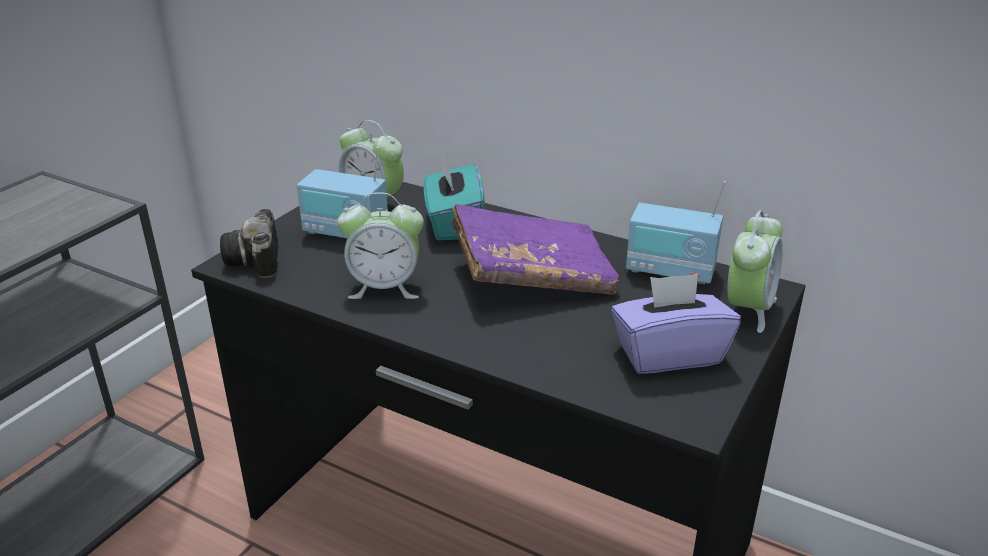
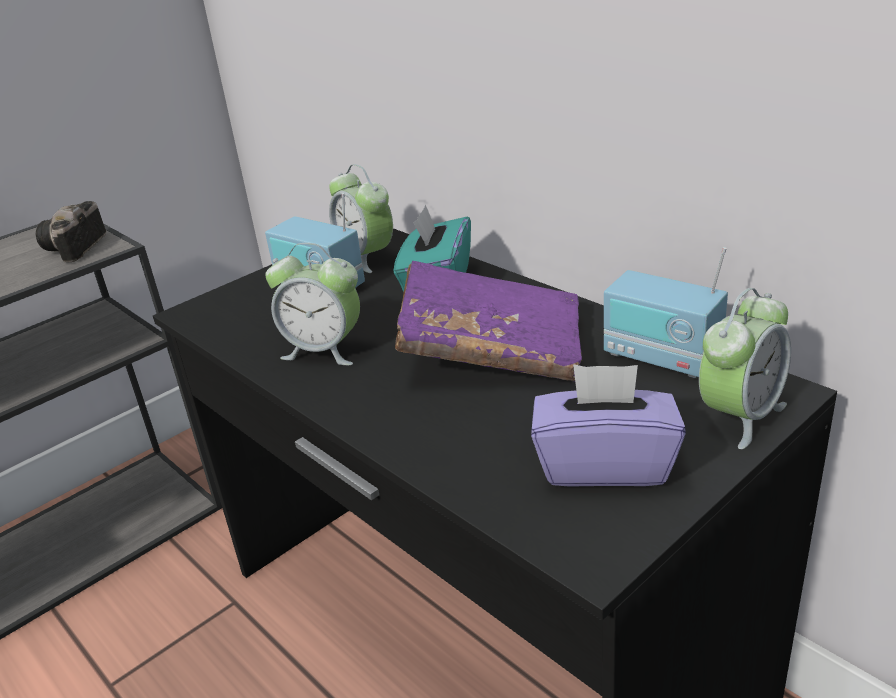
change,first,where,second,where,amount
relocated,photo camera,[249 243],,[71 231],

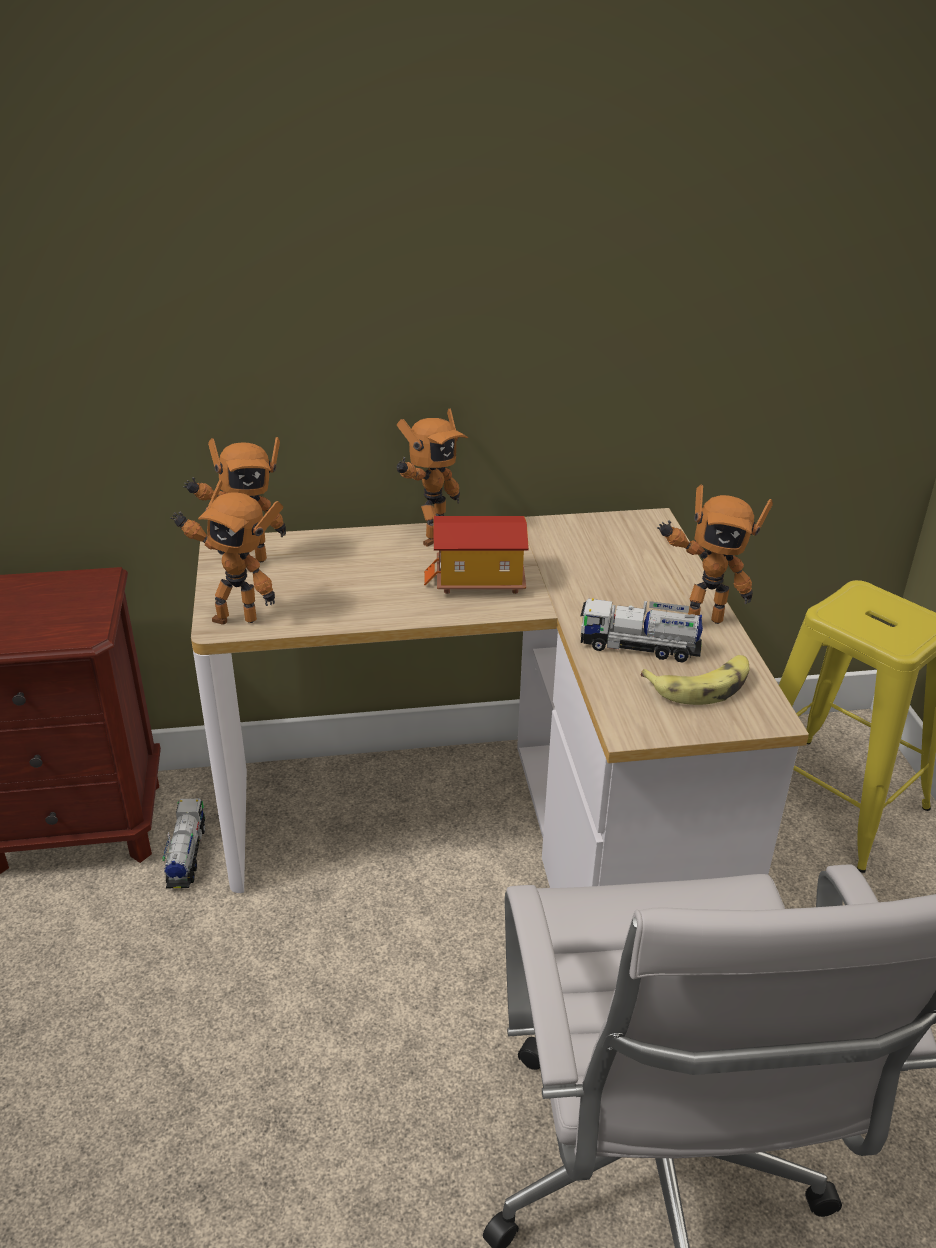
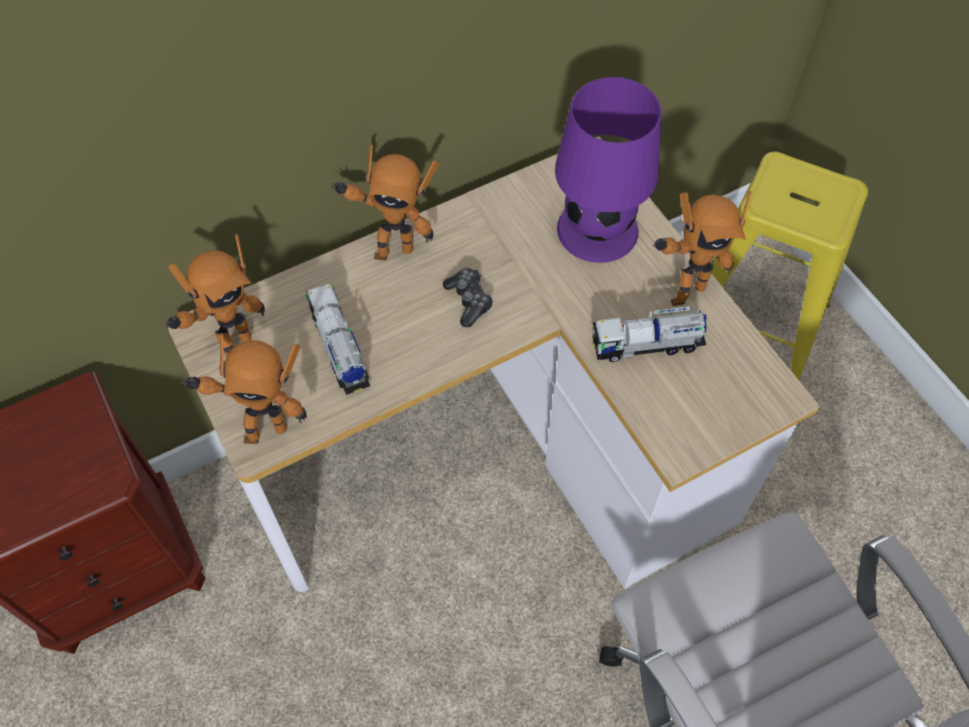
change,first,where,second,where,amount
relocated,toy truck,[184 843],,[337 339],
spun,toy robot,[432 478],,[385 203],75 degrees clockwise
exchanged,toy house,[476 555],game controller,[468 297],
appeared,,,purple table lamp,[608 170],
missing,banana,[695 680],,,

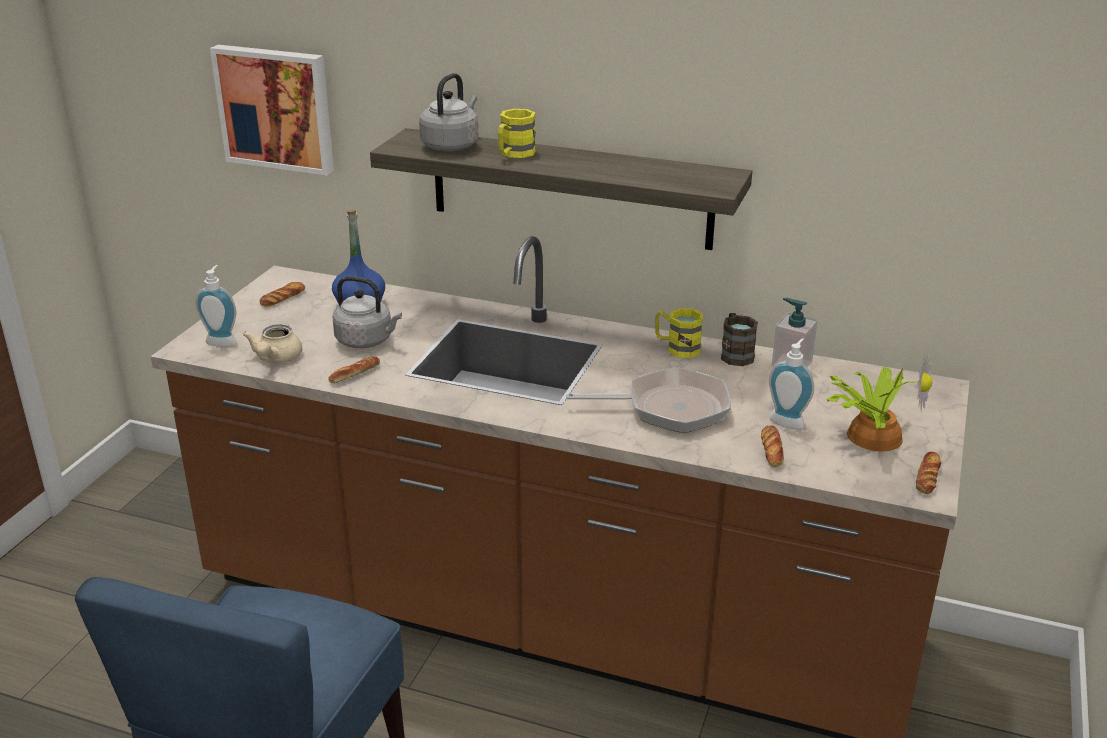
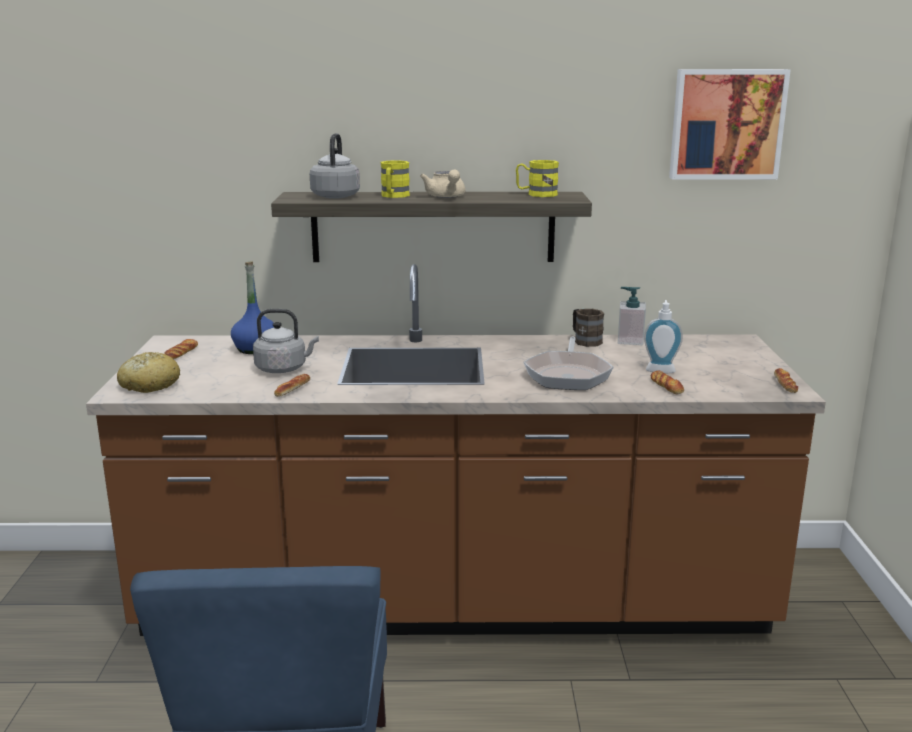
change,first,where,second,where,amount
exchanged,soap dispenser,[216 306],bread,[148 372],
relocated,beige teapot,[272 343],,[443 183],
relocated,yellow mug,[679 333],,[537 178],
spun,frying pan,[648 400],,[568 363],120 degrees clockwise
relocated,picture,[272 110],,[730 124],
missing,potted plant,[879 402],,,

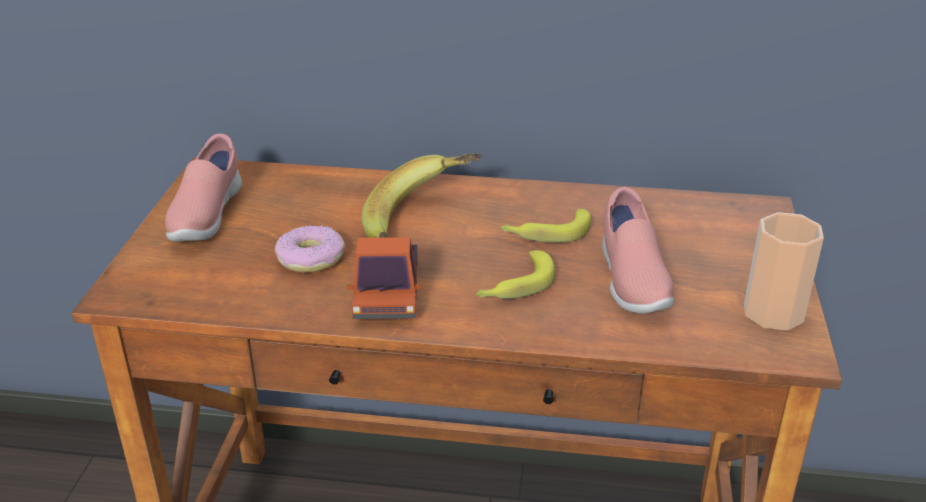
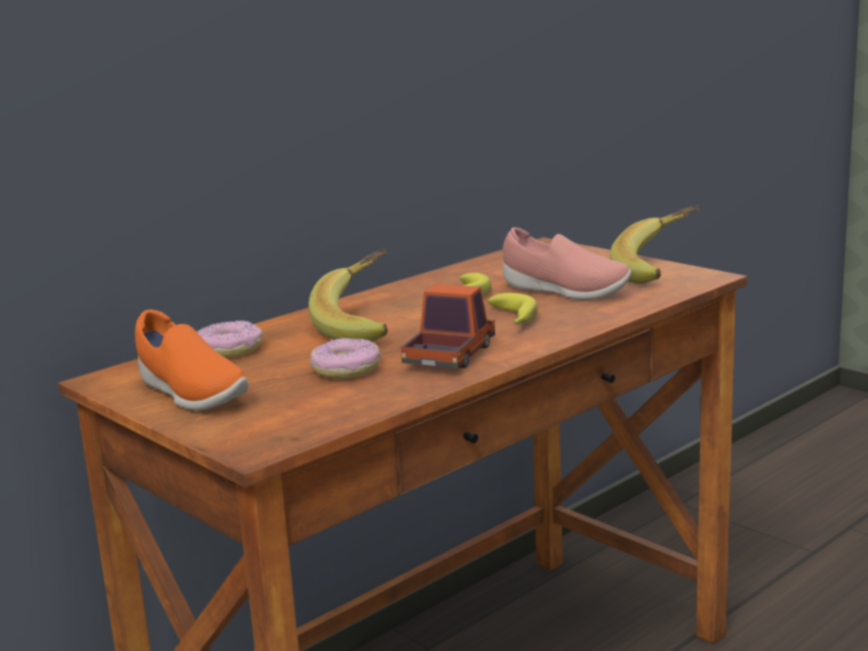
change,first,where,second,where,amount
colour,pink shoe,[203 188],orange shoe,[192 360],
appeared,,,donut,[230 339],
spun,toy truck,[384 278],,[448 326],105 degrees counterclockwise
exchanged,cup,[784 271],banana,[654 244],

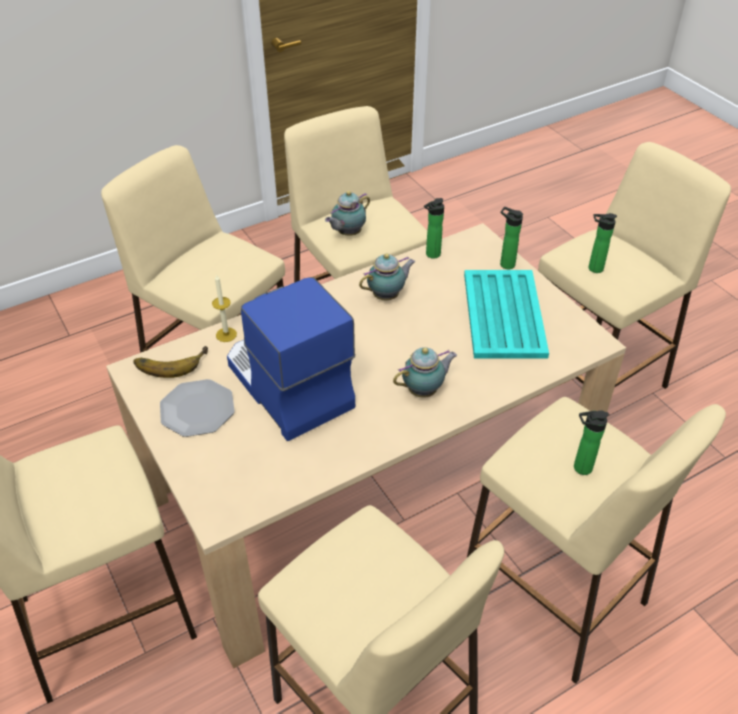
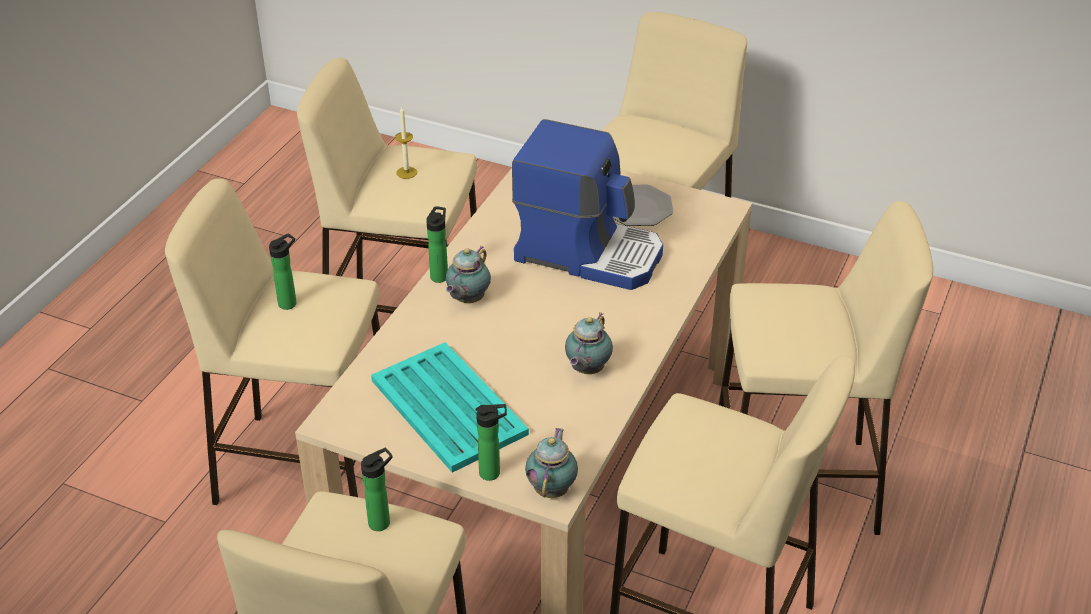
change,first,where,second,where,amount
relocated,candle,[224 308],,[406 142],
relocated,bottle,[434 228],,[437 244],
relocated,teapot,[347 213],,[551 463],
missing,banana,[170 362],,,

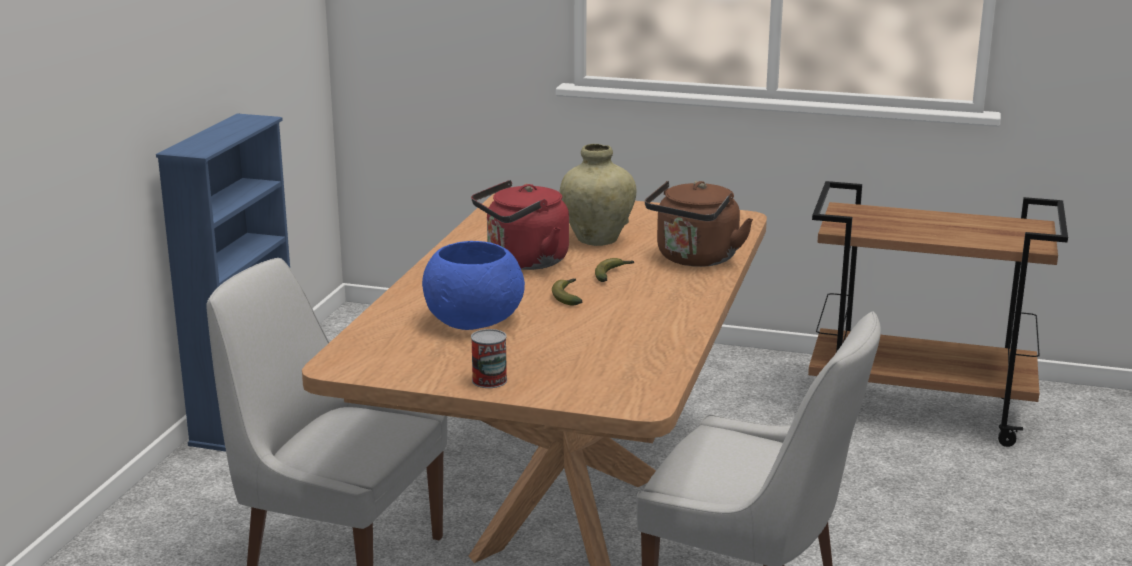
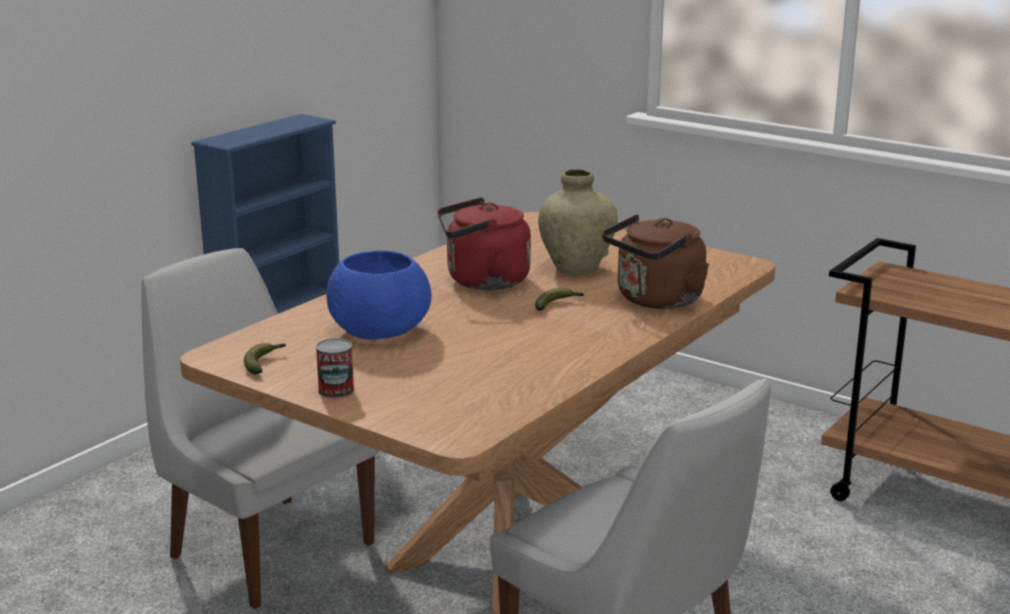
change,first,where,second,where,amount
relocated,banana,[567 292],,[265 358],

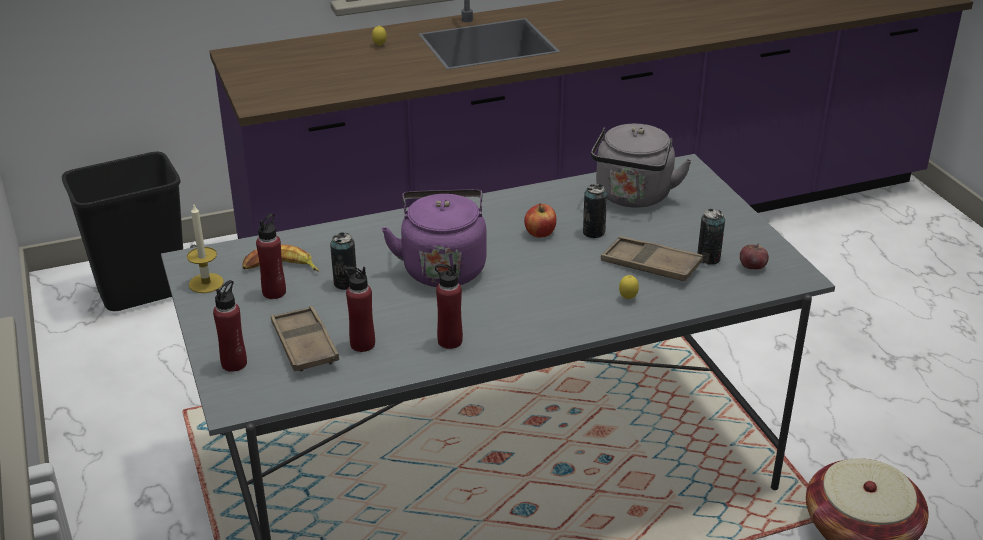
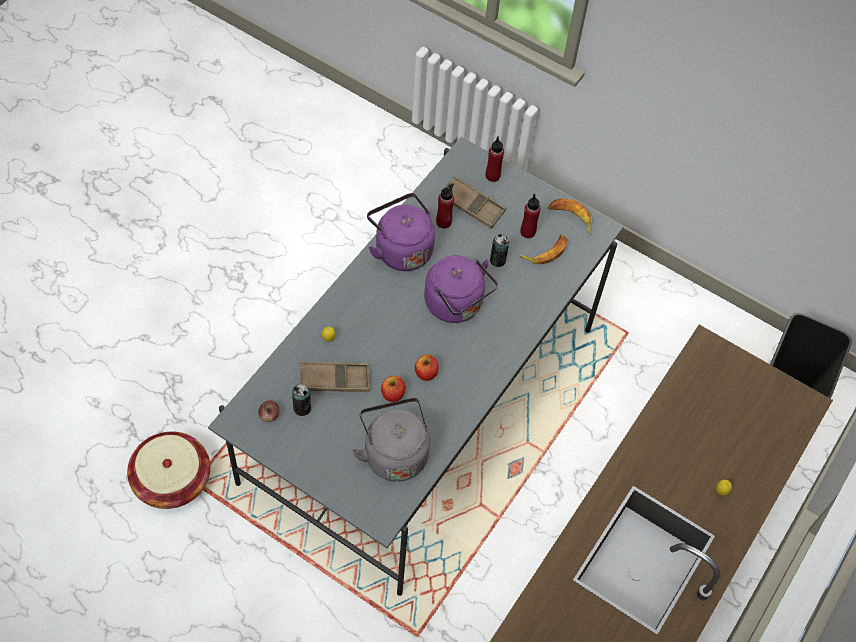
change,first,where,second,where,amount
exchanged,red bottle,[449 306],purple kettle,[401 232],
exchanged,can,[595 211],apple,[393 389],
exchanged,candle,[205 249],banana,[570 216],

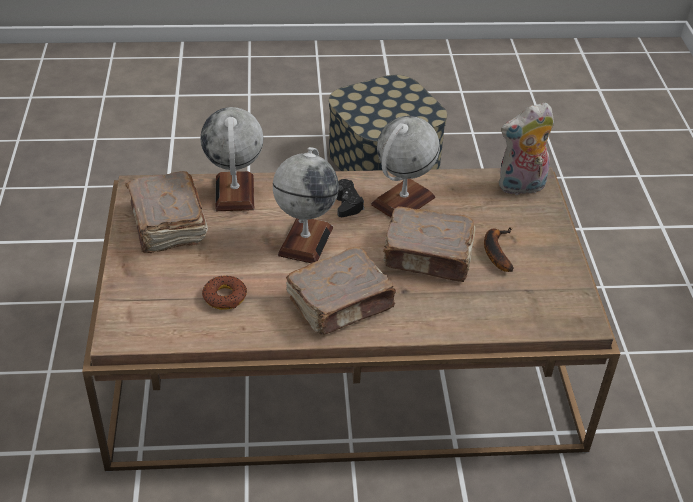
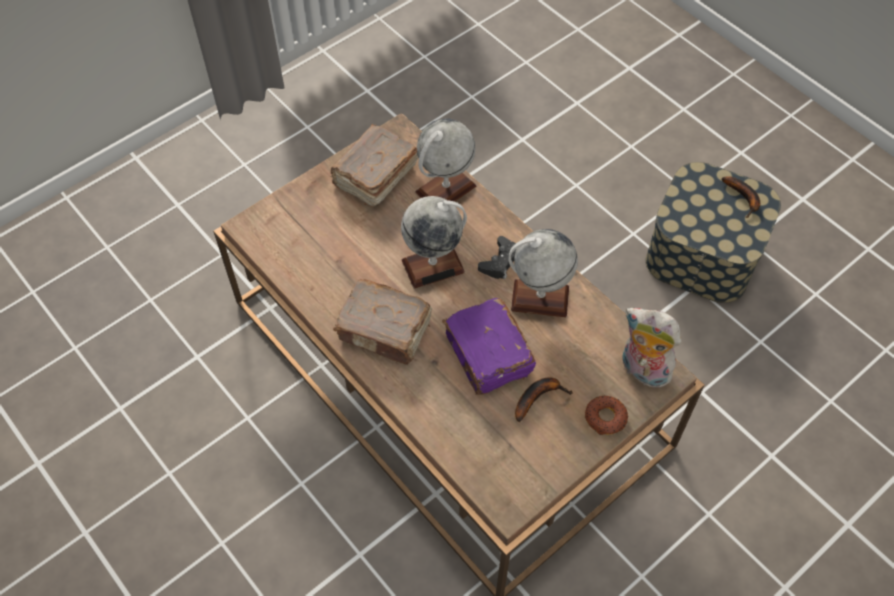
change,first,where,second,where,amount
colour,brown book,[429 244],purple book,[489 346],
relocated,donut,[224 293],,[606 415],
appeared,,,banana,[741 197],

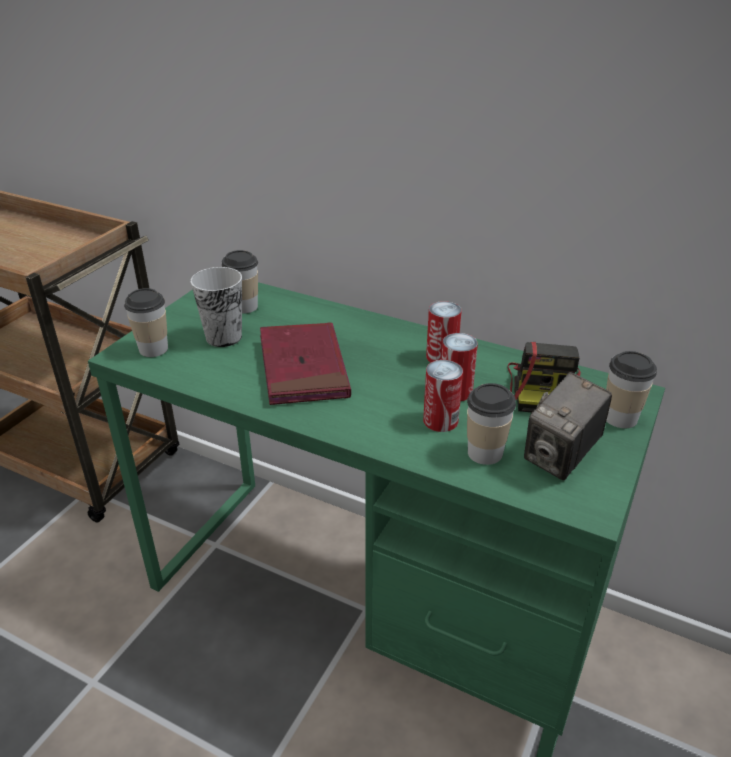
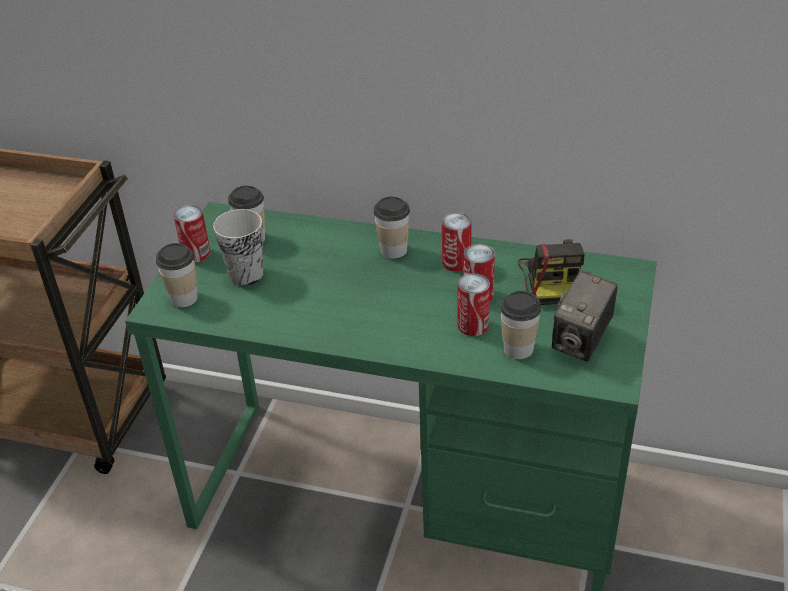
change,first,where,second,where,amount
appeared,,,can,[191 234],
relocated,cup,[631 389],,[392 227],
missing,red book,[305 363],,,

